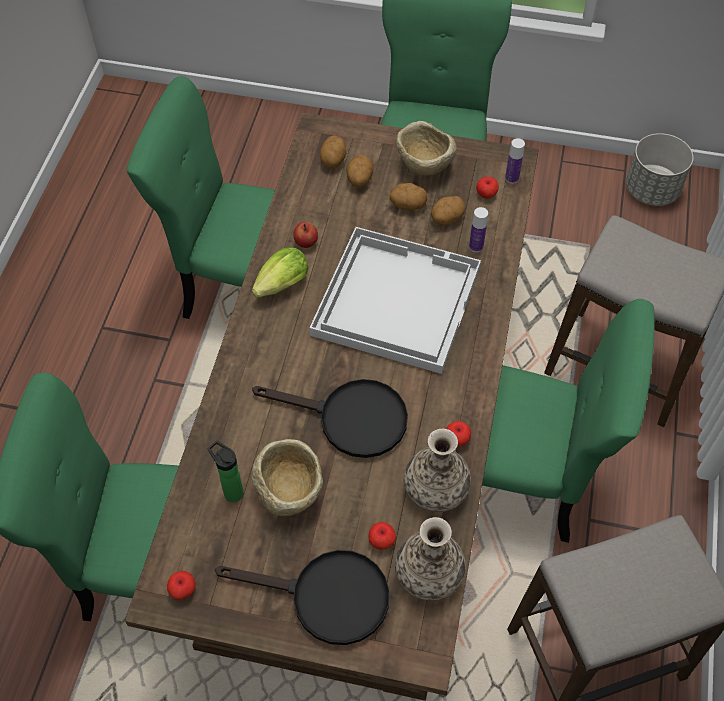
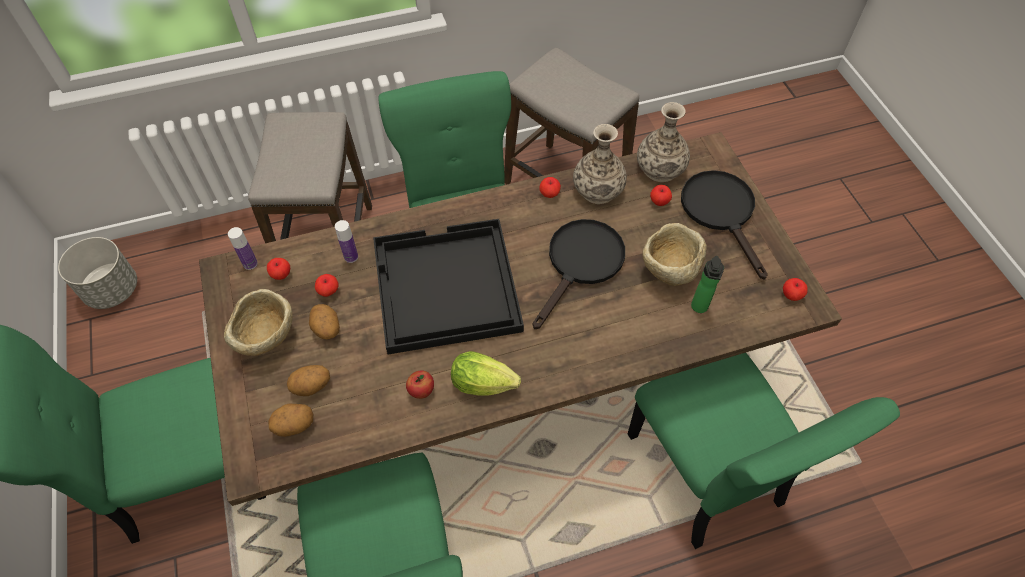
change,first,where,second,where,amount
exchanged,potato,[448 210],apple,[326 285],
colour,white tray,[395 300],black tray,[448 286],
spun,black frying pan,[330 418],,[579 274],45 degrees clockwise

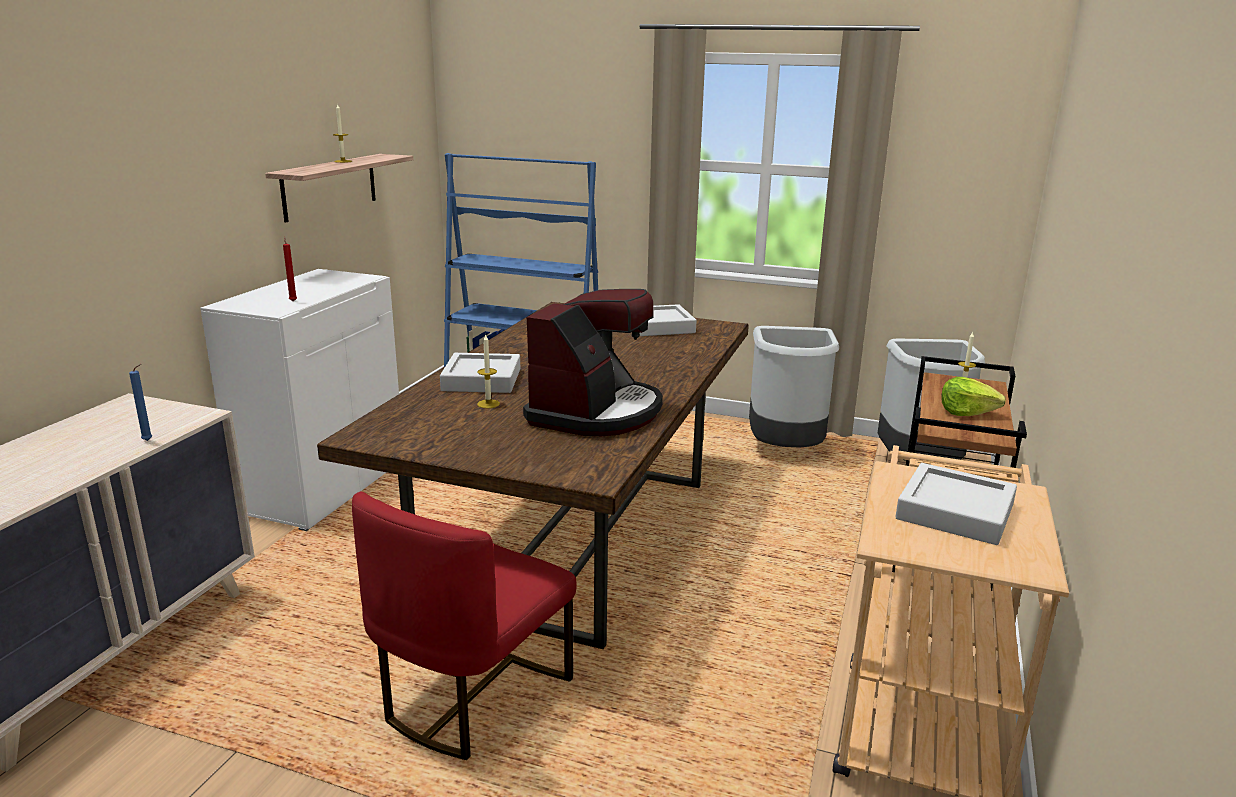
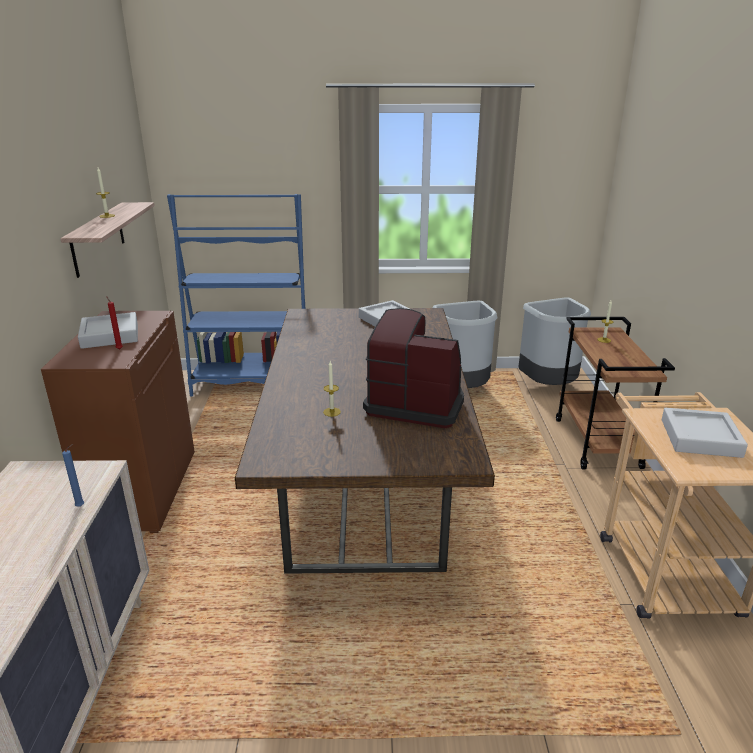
change,first,where,second,where,amount
colour,white cabinet,[299 400],brown cabinet,[118 422],
relocated,grey tray,[480 373],,[108 330],
spun,coffee machine,[593 362],,[413 368],75 degrees counterclockwise
missing,red chair,[464 626],,,
missing,lettuce,[973 396],,,

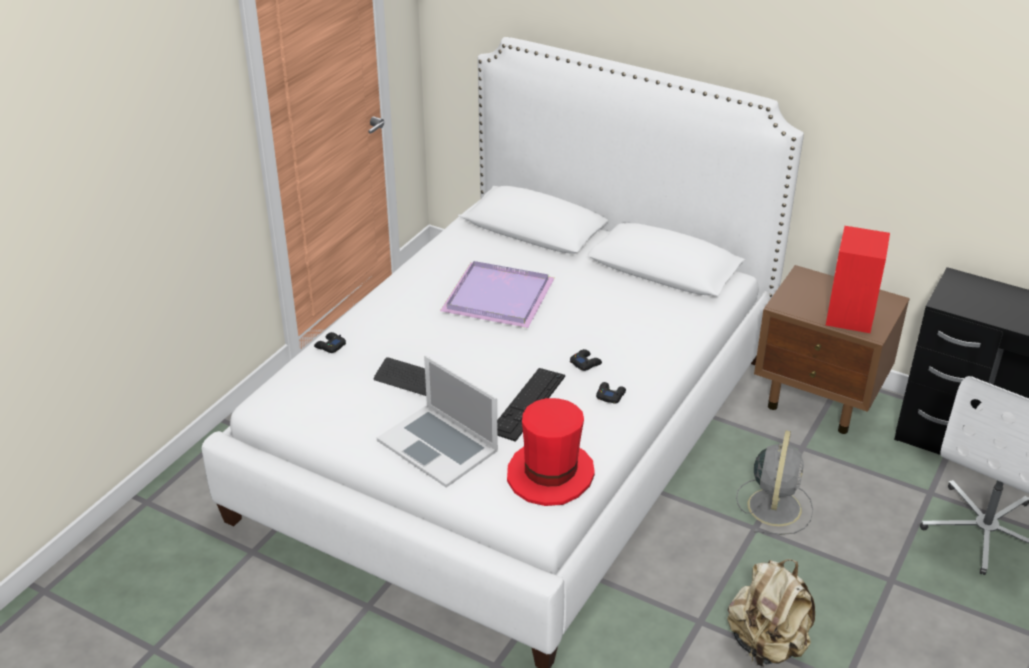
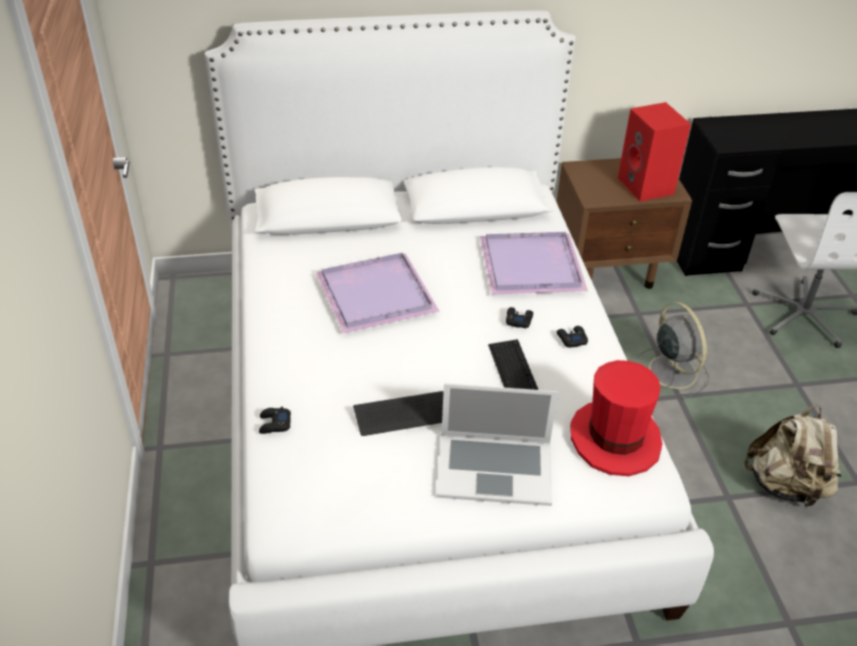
change,first,where,second,where,amount
appeared,,,purple tray,[534 263],

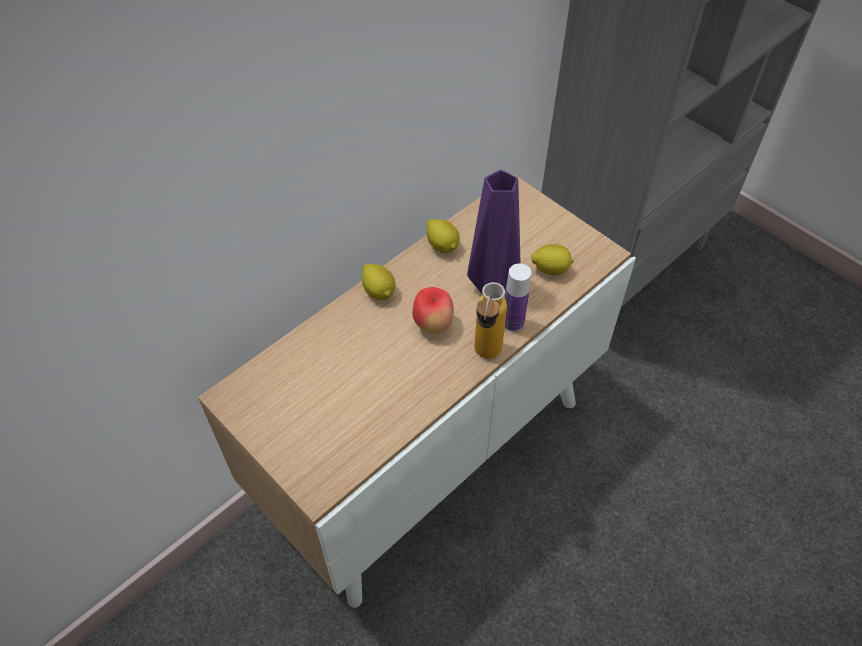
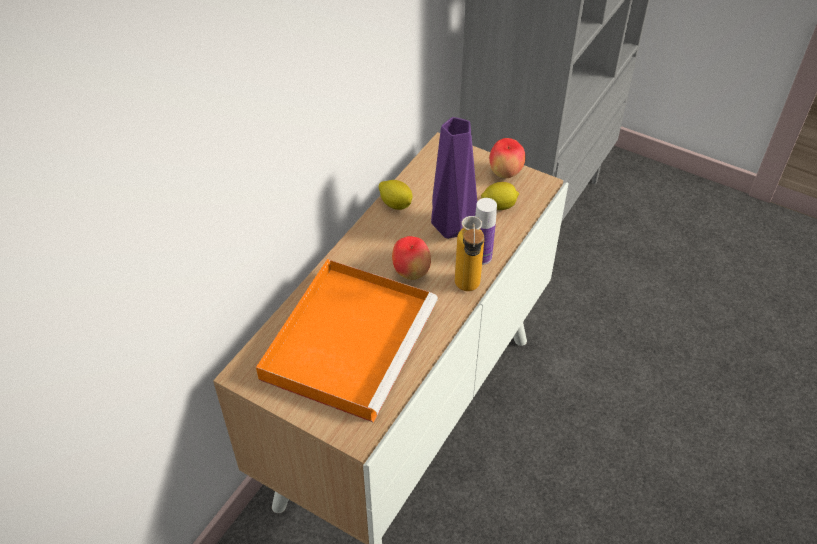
change,first,where,second,where,amount
appeared,,,orange tray,[347 341],
appeared,,,apple,[507 158],
missing,lemon,[379 282],,,

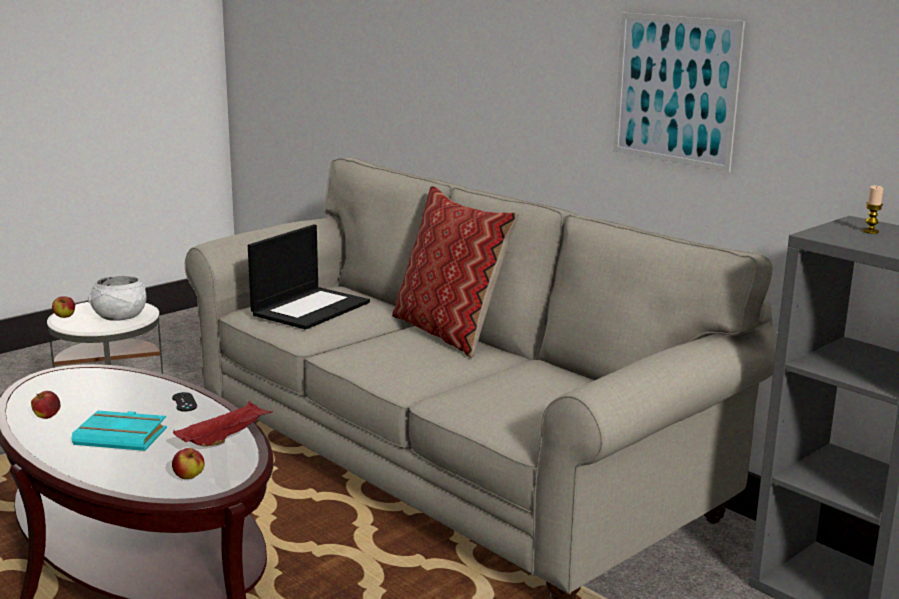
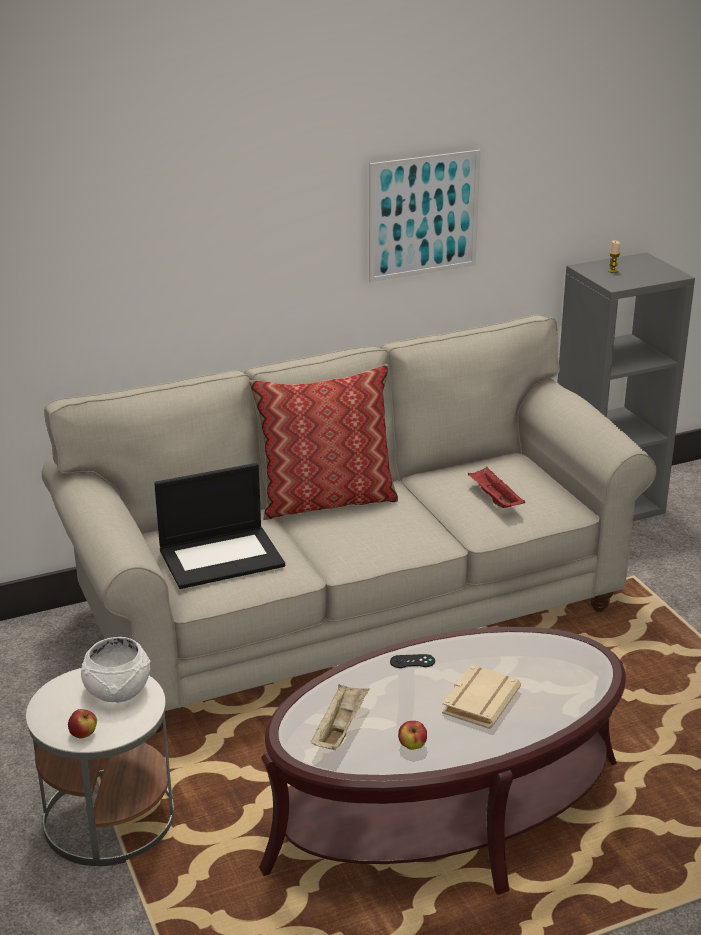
change,first,where,second,where,amount
spun,laptop,[309 277],,[219 526],105 degrees clockwise
appeared,,,beige tray,[340 717],
colour,turquoise book,[119 430],beige book,[481 697],
relocated,red tray,[223 423],,[496 487],
missing,apple,[188 463],,,

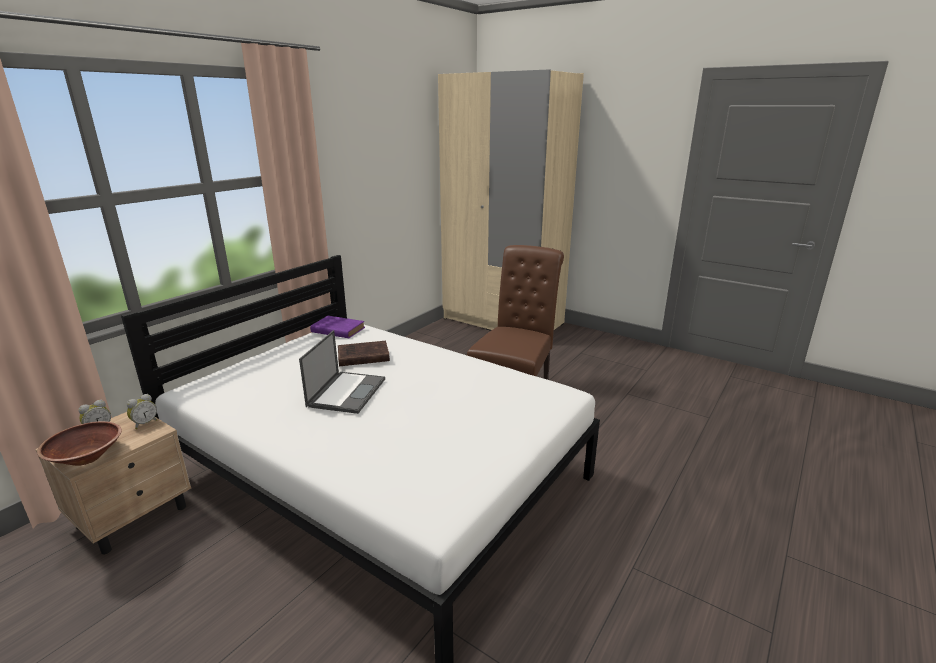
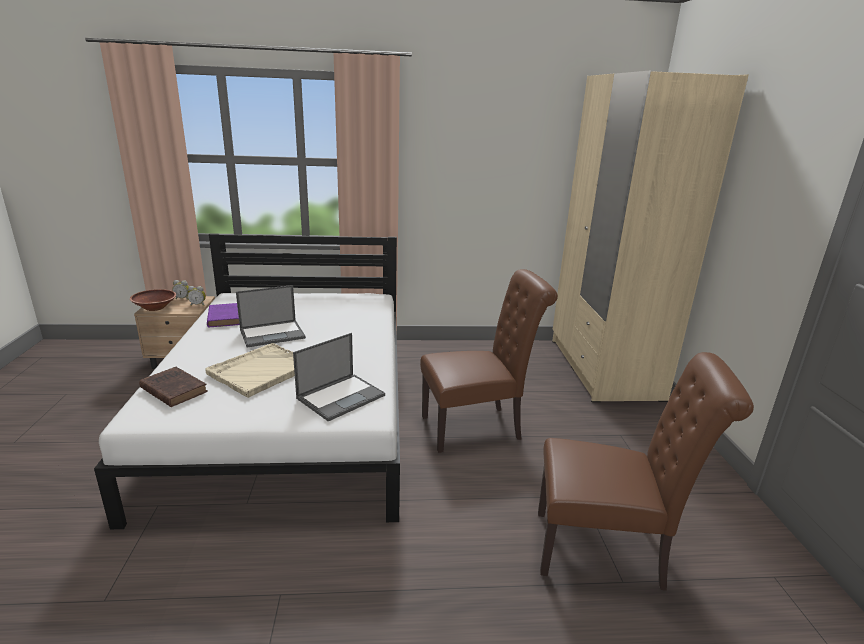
change,first,where,second,where,amount
relocated,brown book,[364 353],,[173 387],
appeared,,,beige tray,[250 370],
relocated,purple book,[337 327],,[223 315],
appeared,,,laptop,[339 377],
appeared,,,brown chair,[646 471],

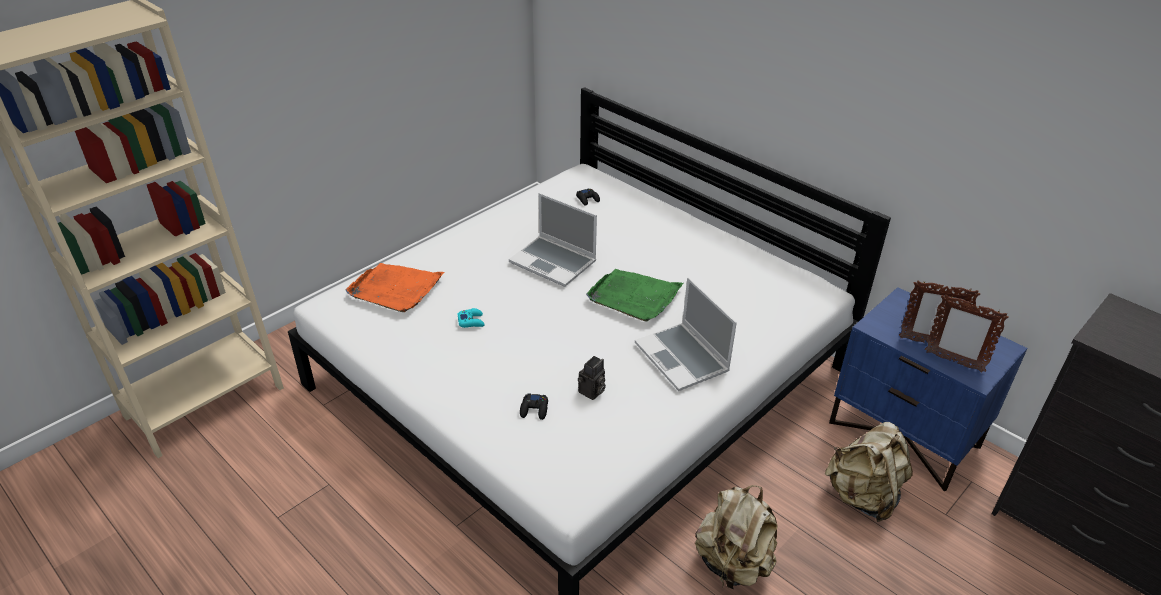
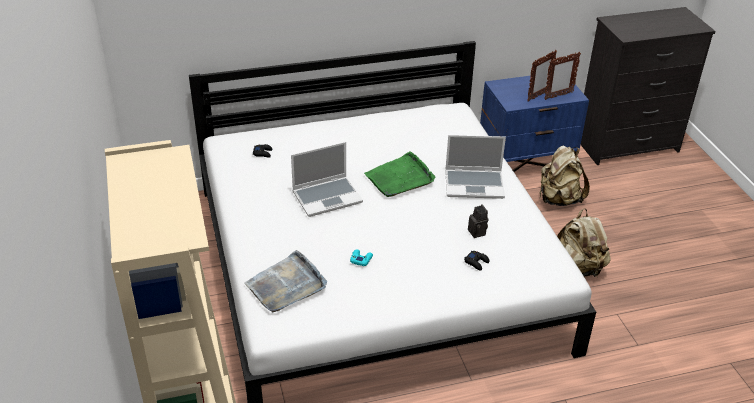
change,first,where,second,where,amount
colour,orange tray,[395 287],grey tray,[285 281],

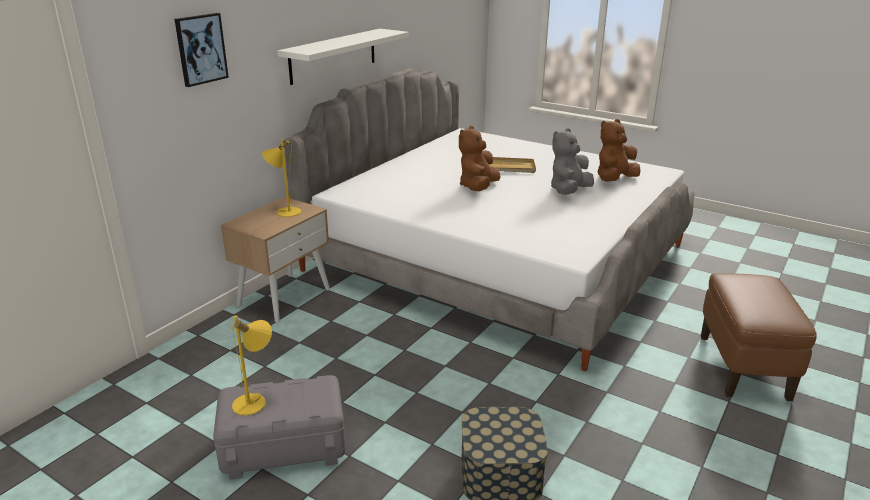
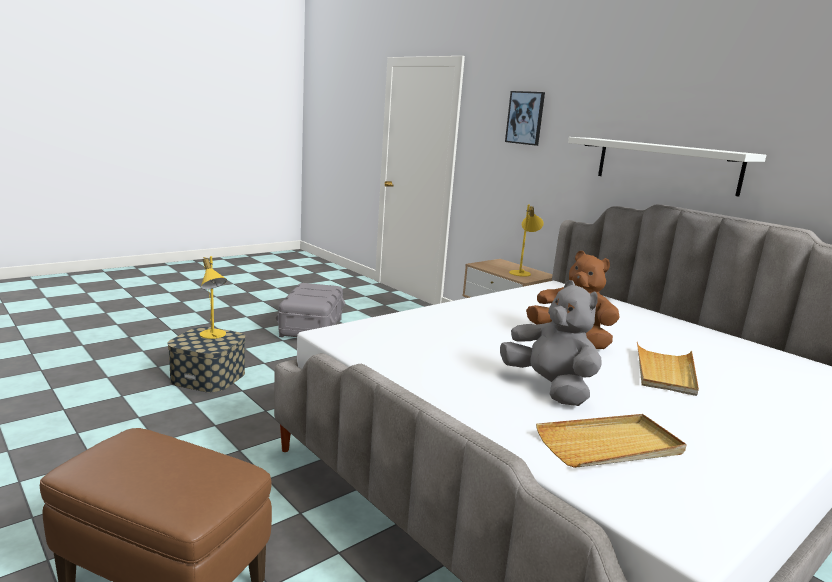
change,first,where,second,where,amount
relocated,yellow table lamp,[252 365],,[213 297],
exchanged,brown plush toy,[619 150],beige tray,[611 441],

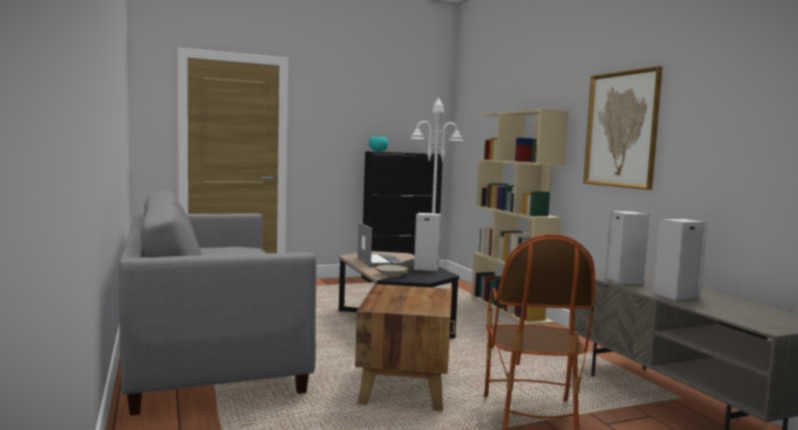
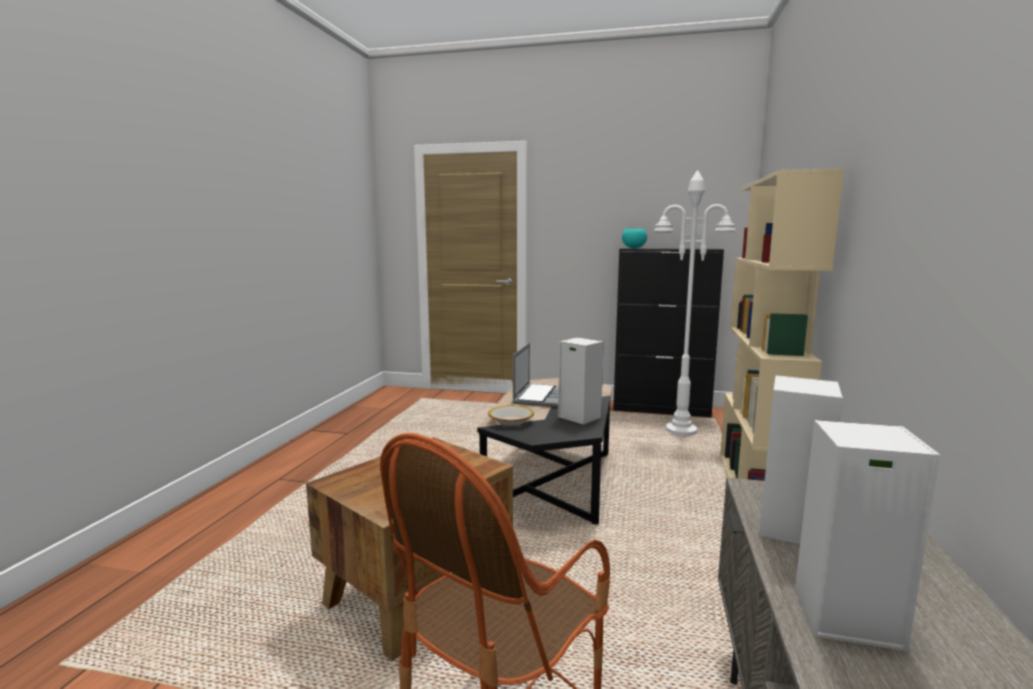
change,first,where,second,where,amount
missing,grey sofa,[217 303],,,
missing,picture,[622 128],,,

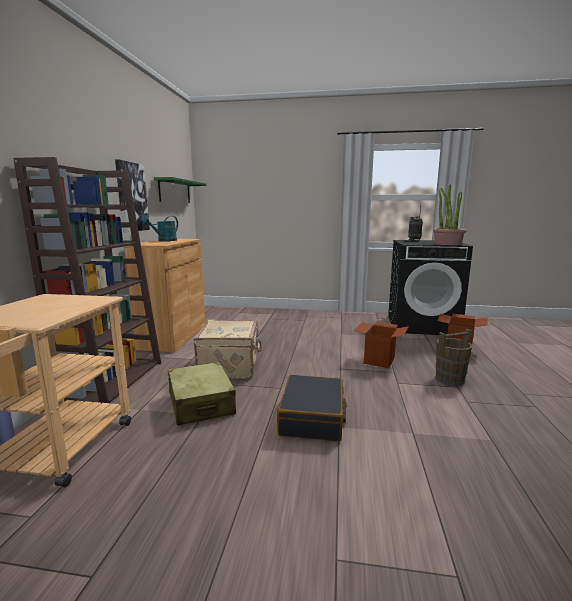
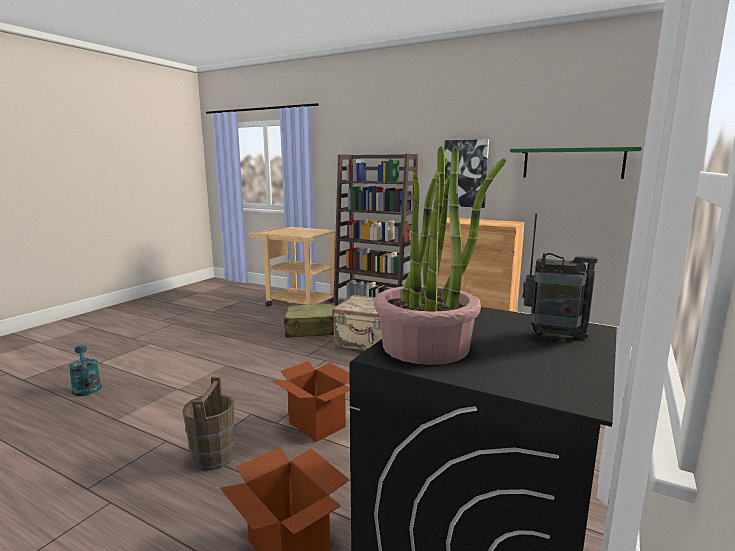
change,first,where,second,where,amount
relocated,turquoise watering can,[160 228],,[84 370],
missing,black suitcase,[312 408],,,

